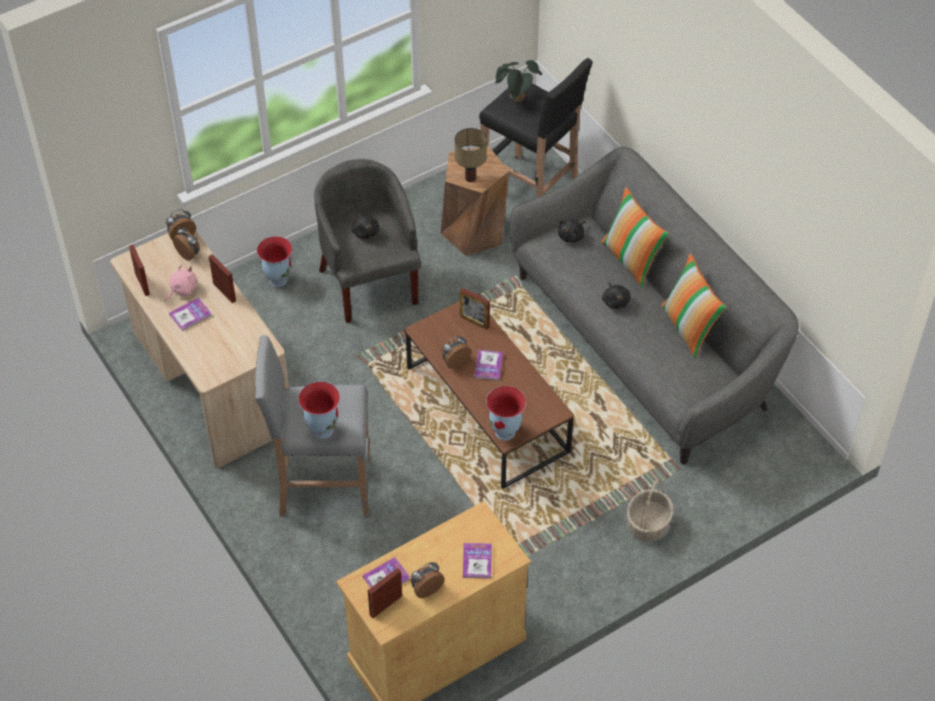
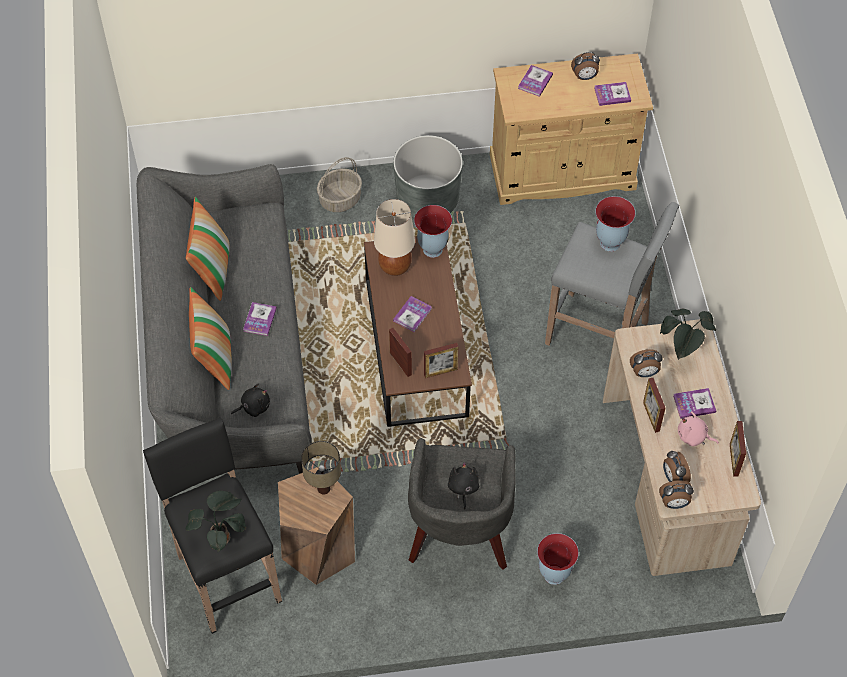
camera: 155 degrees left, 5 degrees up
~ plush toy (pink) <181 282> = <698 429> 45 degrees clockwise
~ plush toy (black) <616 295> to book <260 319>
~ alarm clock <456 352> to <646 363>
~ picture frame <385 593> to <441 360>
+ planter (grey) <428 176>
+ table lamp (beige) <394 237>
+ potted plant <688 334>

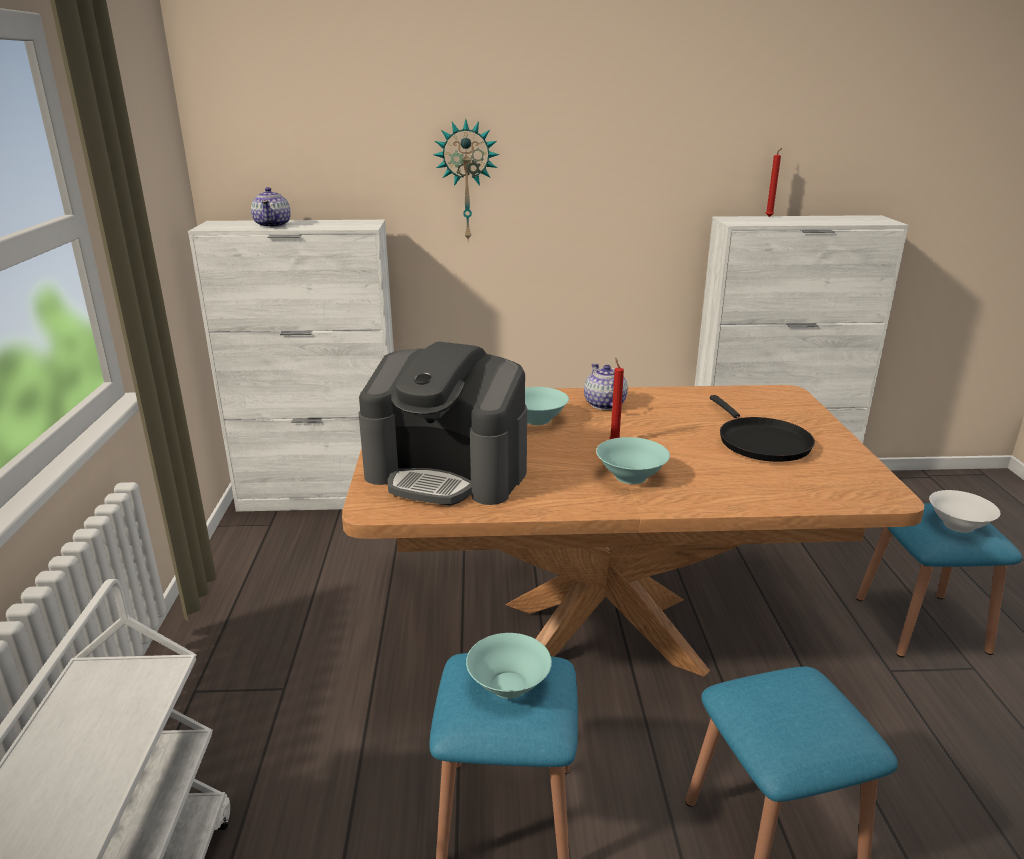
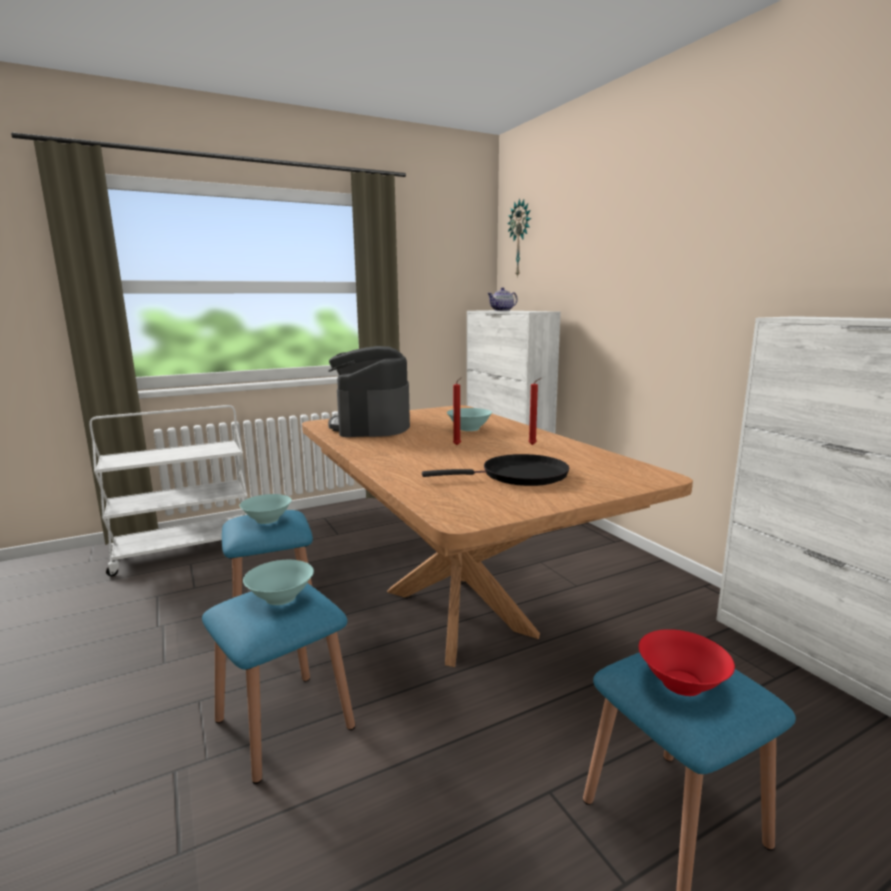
camera: 65 degrees right, 10 degrees down
~ wall clock <466 180> to <519 238>
~ candle (red) <774 182> to <534 411>
- teapot <606 386>
~ frying pan (black) <762 428> = <495 470> 150 degrees counterclockwise
~ bowl (turquoise) <633 460> to <278 582>
~ bowl (white) <964 511> to bowl (red) <687 662>

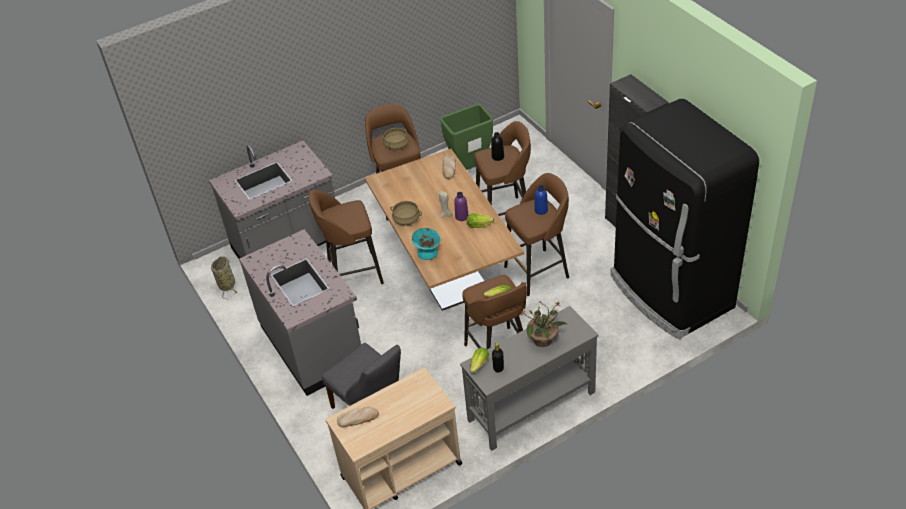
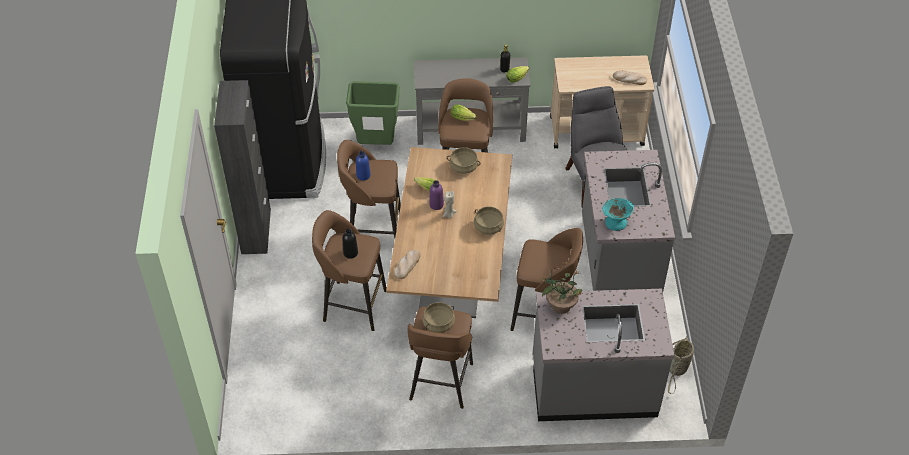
camera: 155 degrees left, 5 degrees up
~ trash can (green) <466 137> to <373 113>
~ bowl (turquoise) <426 244> to <618 214>
~ potted plant <544 323> to <562 288>
+ cooking pot (beige) <463 160>

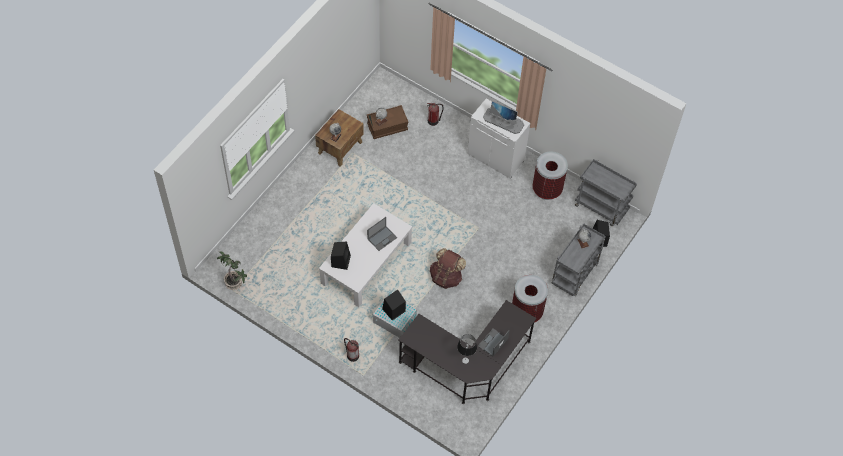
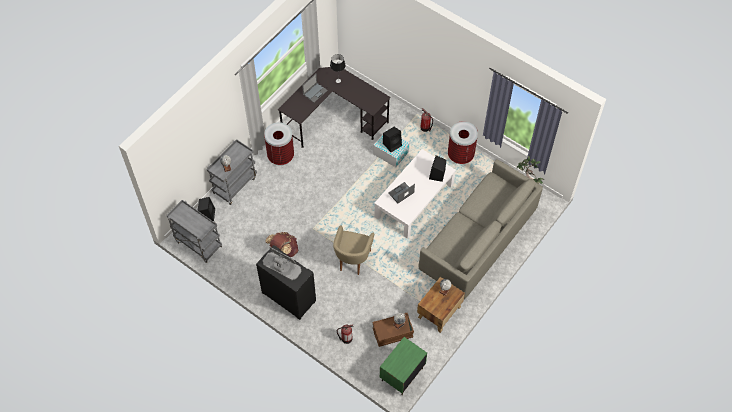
camera: 175 degrees left, 0 degrees up
~ cabinet (white) <498 139> to cabinet (black) <286 282>
~ trash can <550 176> to <463 142>
~ backpack (brown) <448 268> to <281 244>
+ sofa (grey) <481 229>
+ armchair (beige) <353 250>
+ nightstand (green) <403 366>

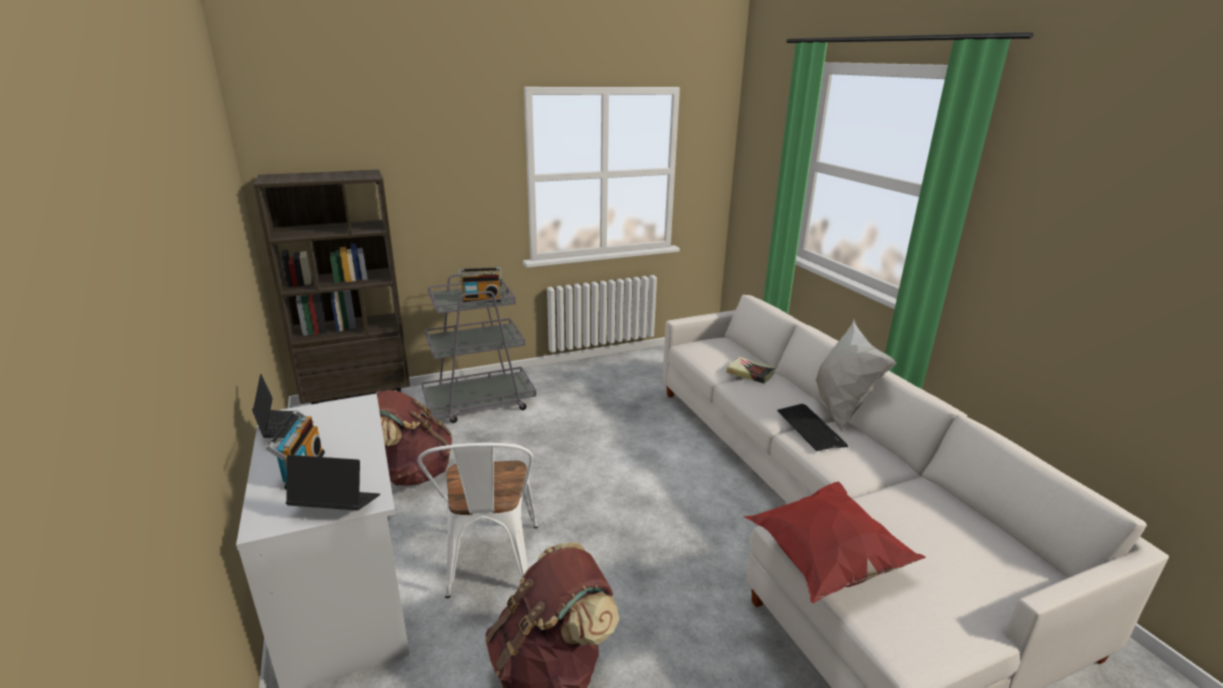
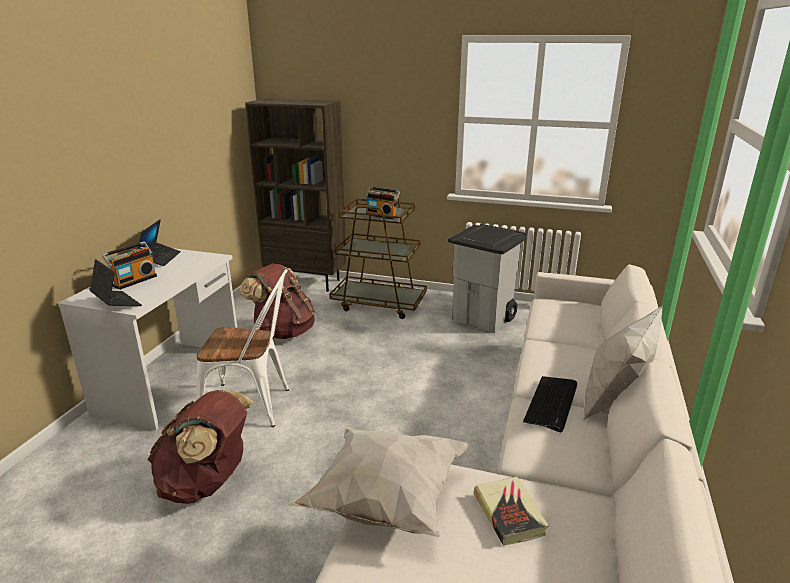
camera: 40 degrees right, 0 degrees up
~ cart (grey) <479 347> to cart (brown) <378 256>
~ book <750 370> to <511 511>
~ chair (white) <478 520> = <242 348> 120 degrees counterclockwise
~ pillow (red) <834 542> to pillow (white) <378 481>
+ trash can (grey) <487 278>

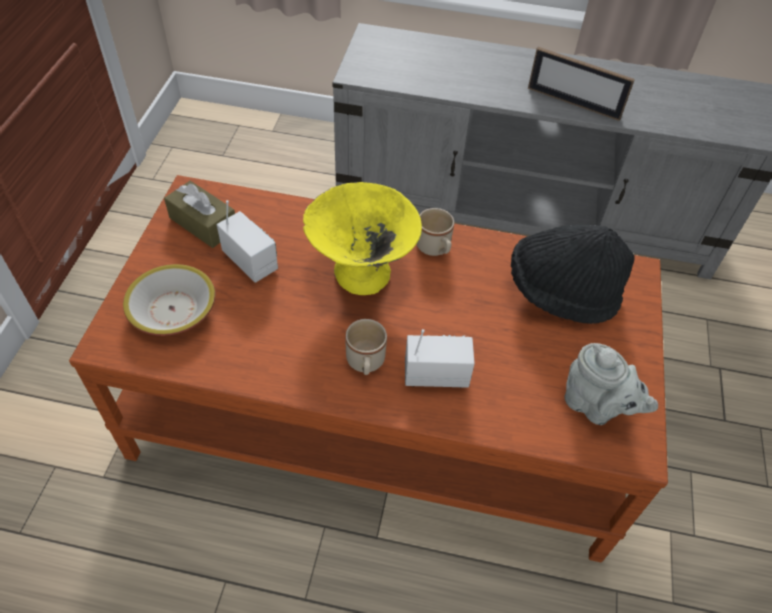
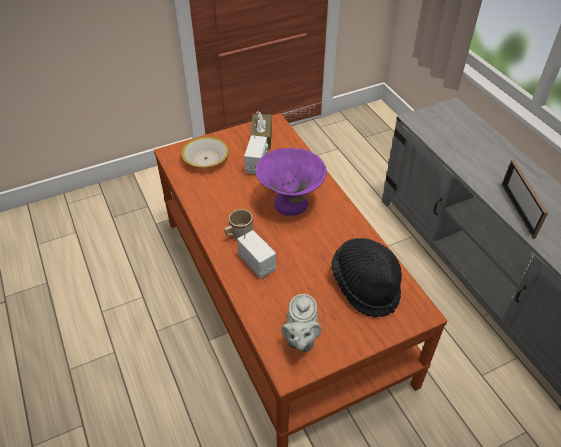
camera: 55 degrees right, 5 degrees down
~ bowl (yellow) <362 238> to bowl (purple) <291 182>
- mug (beige) <435 232>

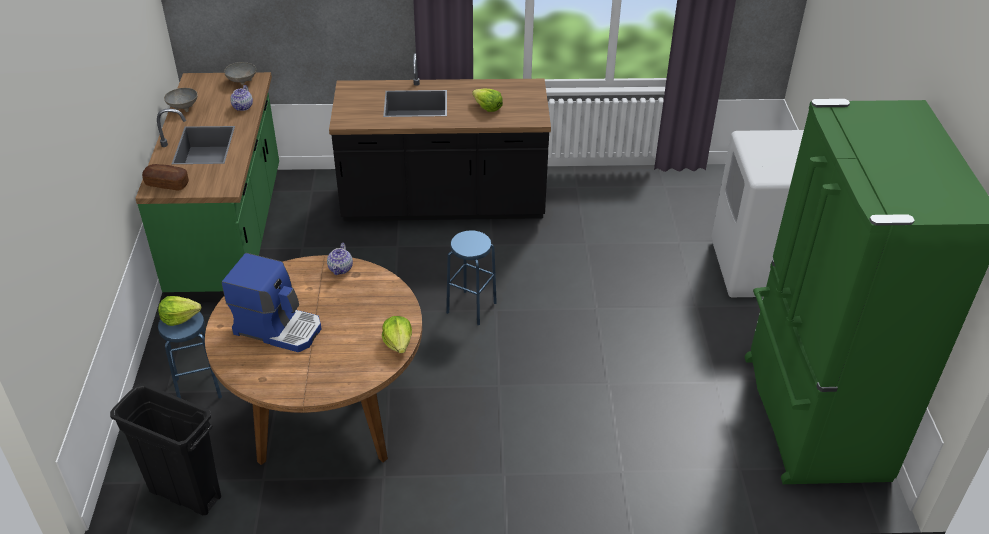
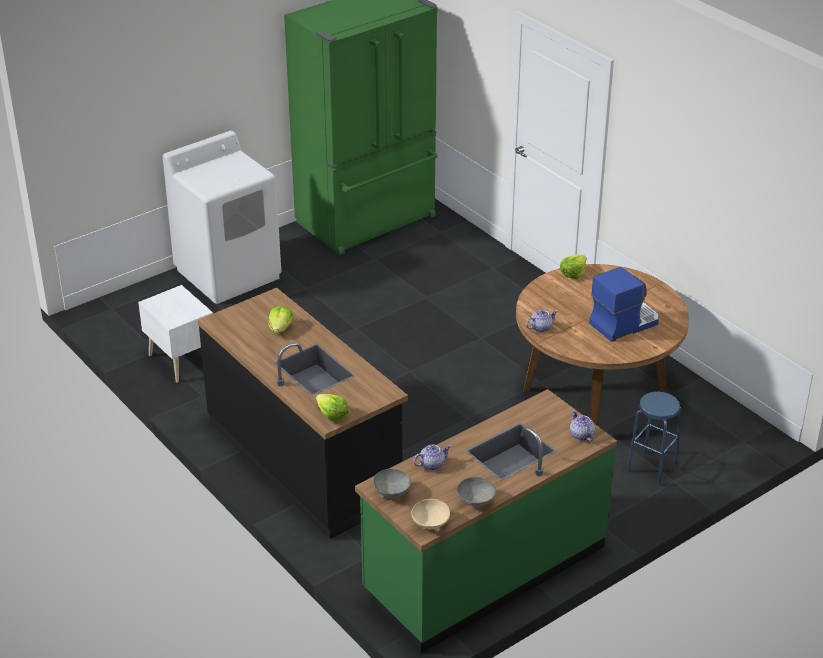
camera: 125 degrees left, 5 degrees down
~ bread <165 177> to teapot <582 425>
- stool (blue) <471 277>
~ coffee machine <272 302> = <624 304> 75 degrees clockwise
~ lettuce <179 311> to <332 407>
- trash can (black) <165 449>
+ nightstand (white) <175 333>
+ bowl (beige) <430 515>

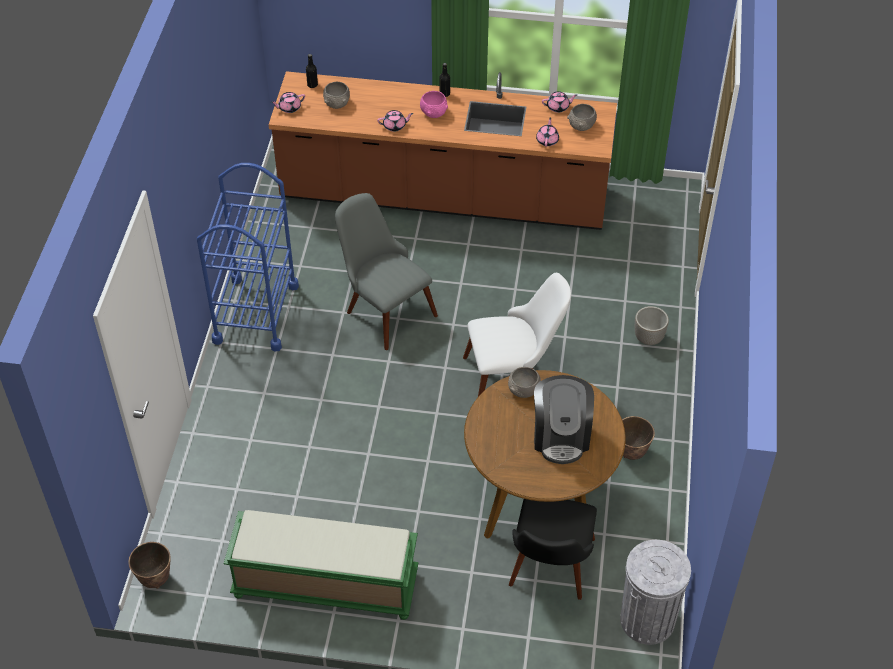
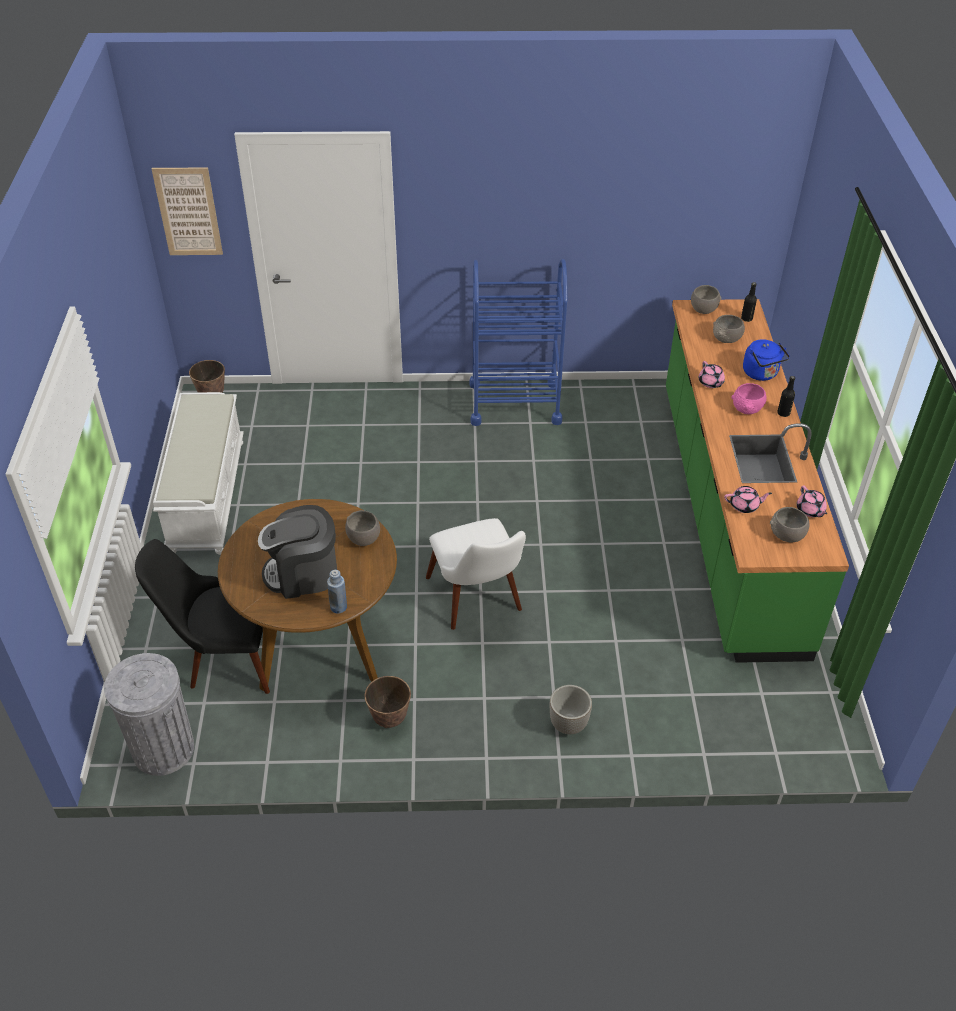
camera: 80 degrees right, 5 degrees down
~ counter (brown) <443 150> to counter (green) <757 481>
~ teapot (pink) <288 102> to bowl (grey) <706 299>
- chair (grey) <386 271>
~ bench (green) <321 565> to bench (white) <198 473>
+ picture <187 211>
+ kettle (blue) <766 360>
+ bottle (blue) <337 592>

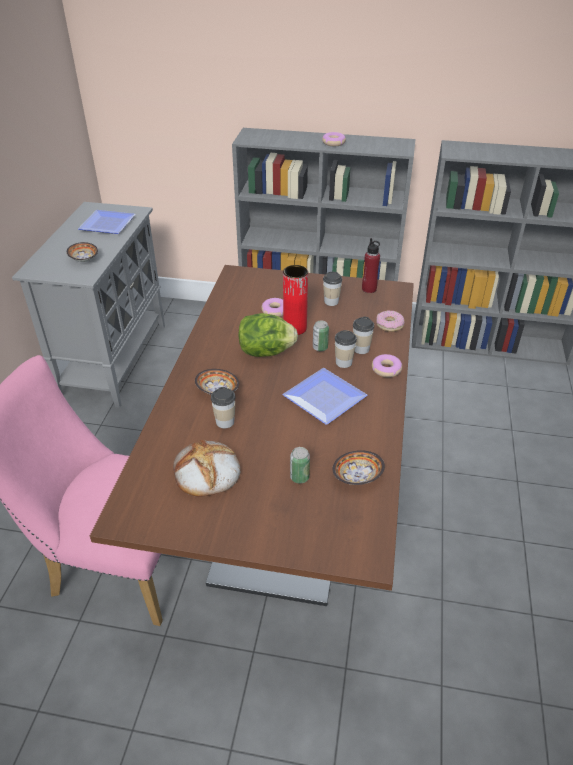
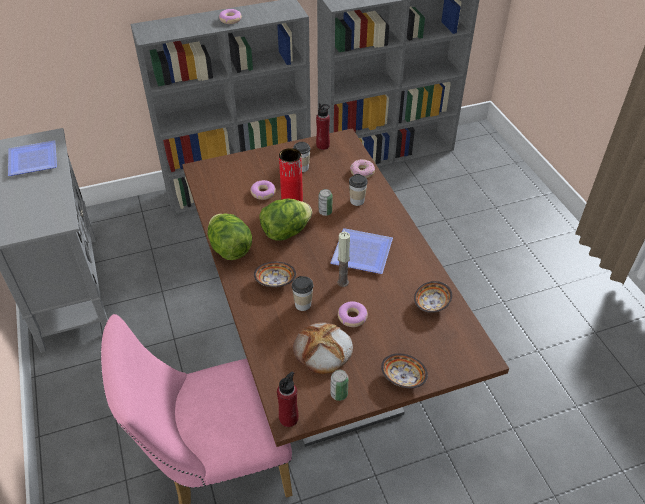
camera: 30 degrees left, 5 degrees up
~ bowl <82 252> to <404 370>
- cup <346 349>
~ donut <387 365> to <353 314>
~ can <300 465> to <339 385>
+ lettuce <230 236>
+ candle <343 259>
+ bottle (red) <287 399>

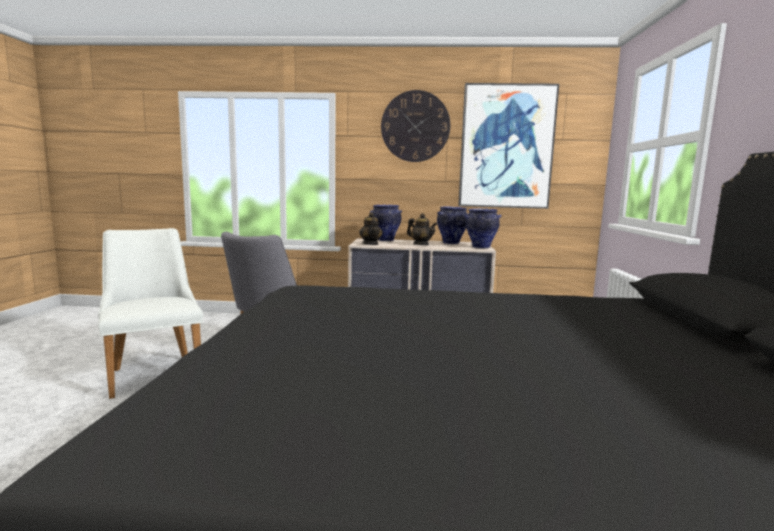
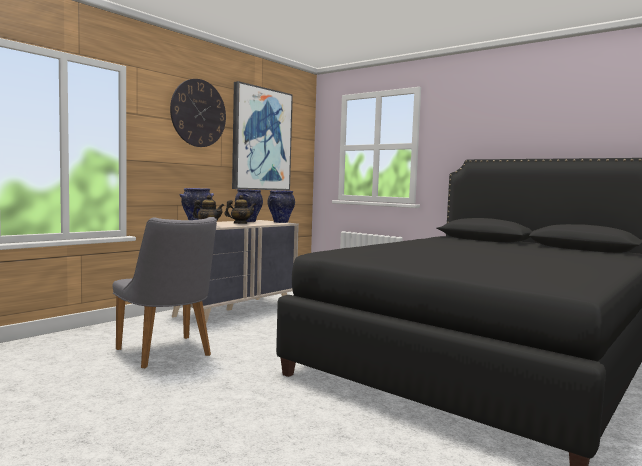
camera: 55 degrees left, 5 degrees down
- chair (white) <150 313>

